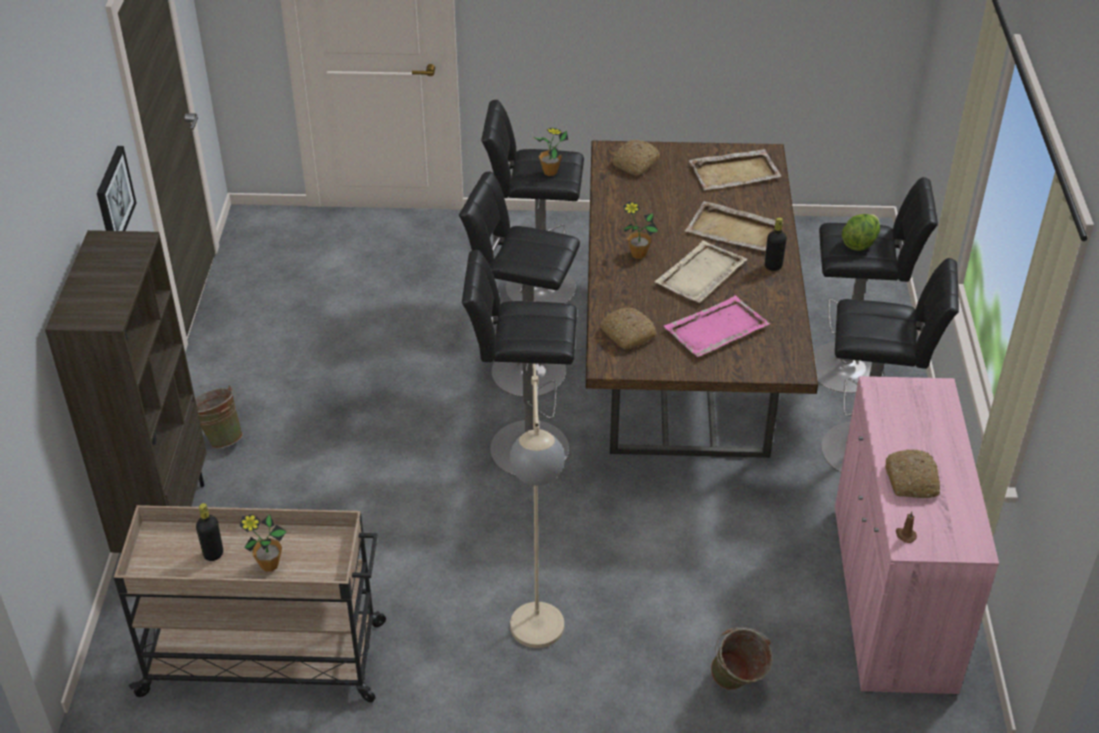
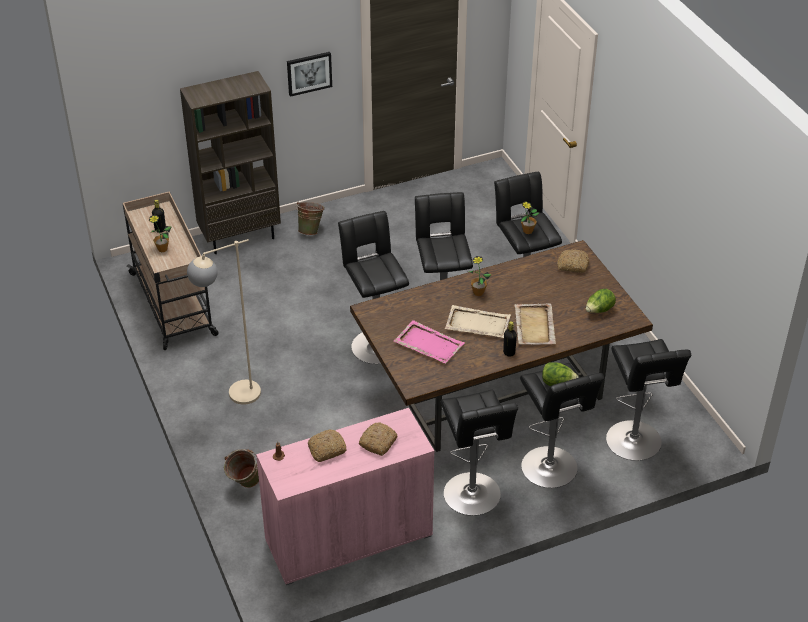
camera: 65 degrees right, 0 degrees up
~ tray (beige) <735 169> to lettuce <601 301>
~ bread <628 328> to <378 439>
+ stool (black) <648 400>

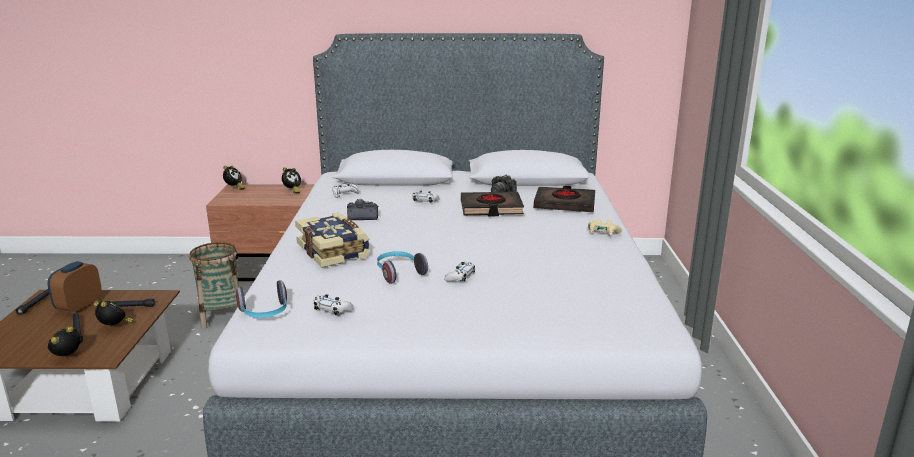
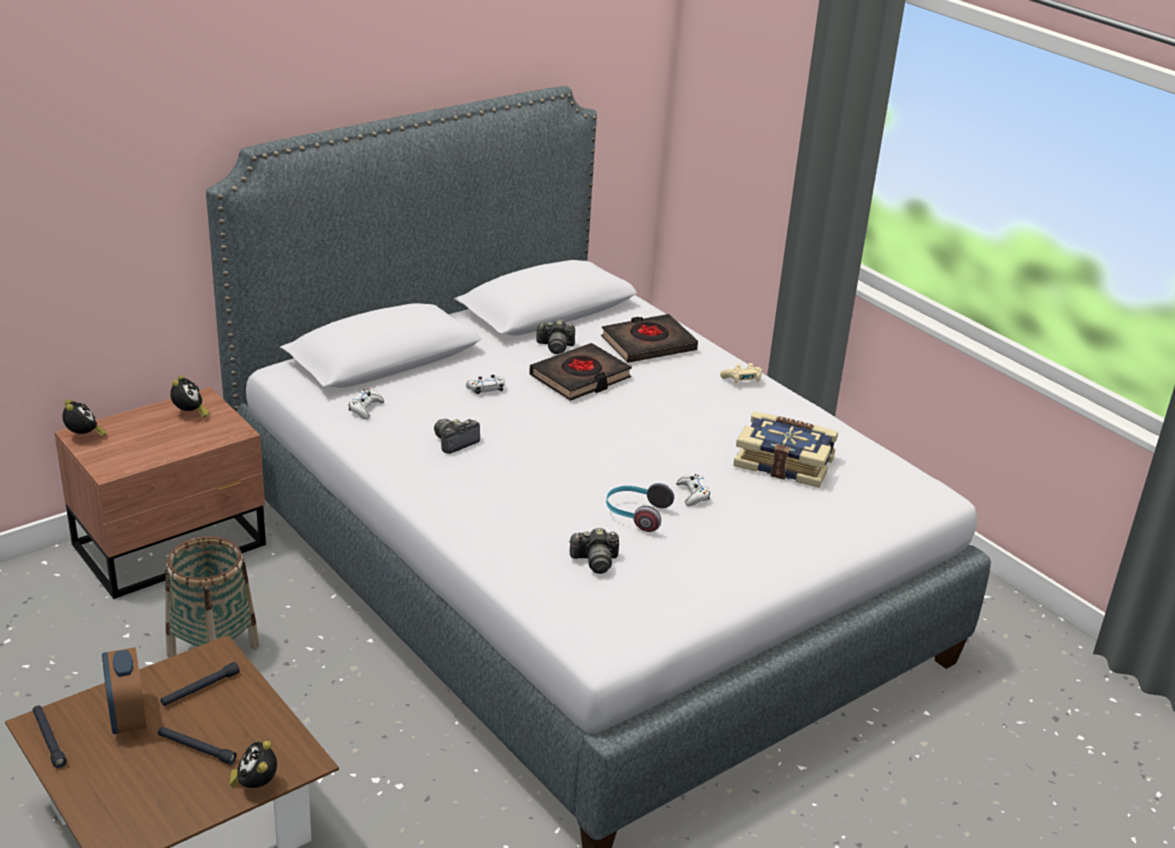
camera: 40 degrees left, 10 degrees up
~ book <332 240> to <785 449>
- headphones <261 299>
- game controller (white) <333 304>
- alarm clock <113 313>
+ photo camera <594 551>

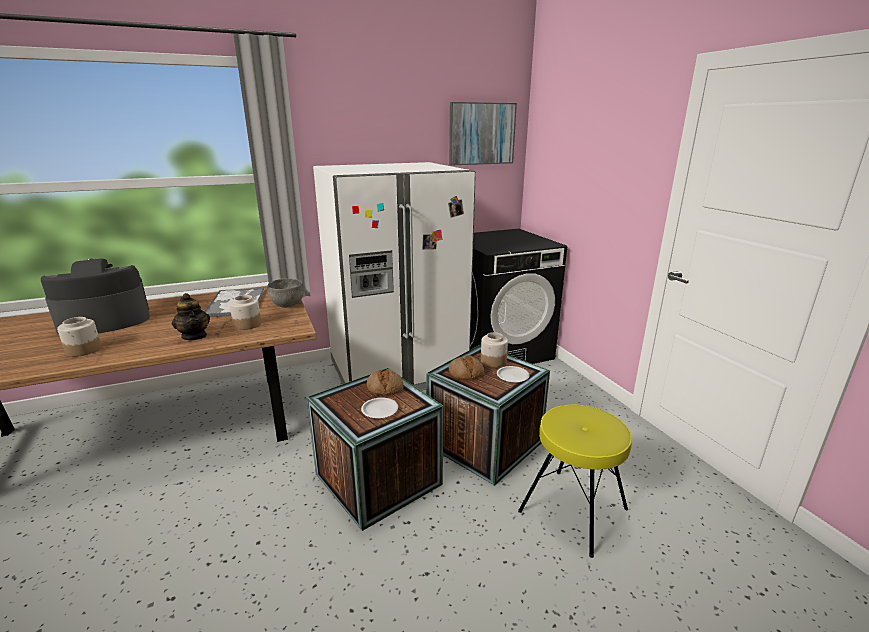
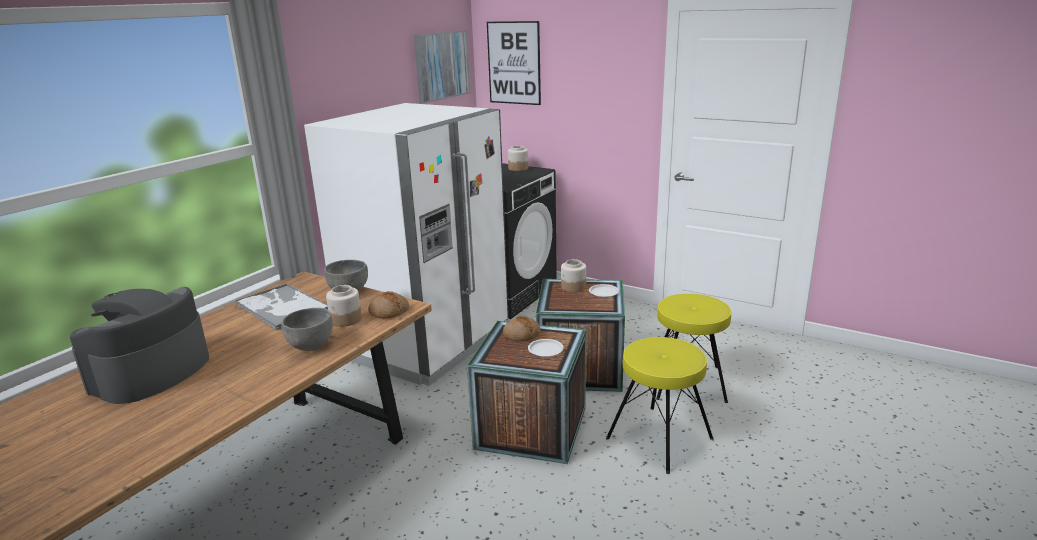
camera: 35 degrees left, 0 degrees up
~ teapot <191 316> to bowl (grey) <307 329>
~ jar <79 337> to <518 158>
~ bread <466 367> to <388 305>
+ picture <514 63>
+ stool (yellow) <660 405>

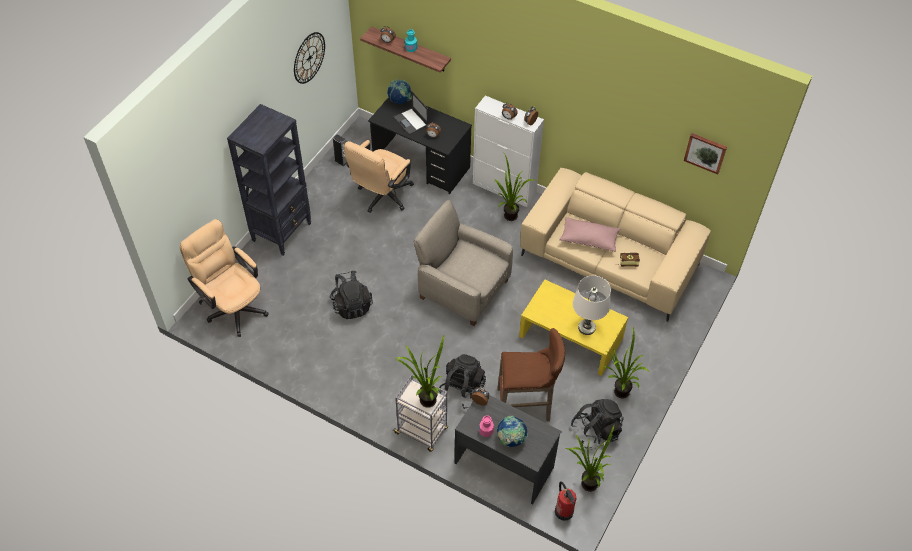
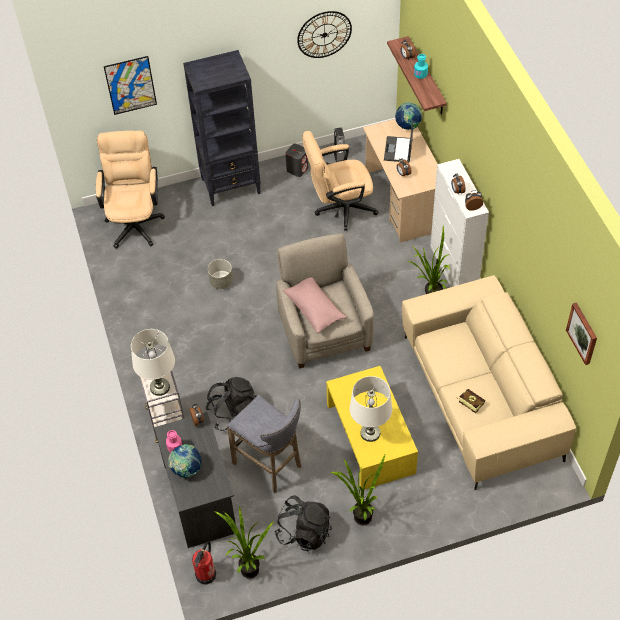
camera: 45 degrees right, 0 degrees up
~ desk (black) <420 145> to desk (beige) <400 181>
~ pillow (pink) <590 234> to <314 305>
~ backpack (black) <351 295> to planter (grey) <220 274>
~ stool (brown) <531 375> to stool (grey) <264 444>
~ potted plant <419 371> to table lamp (white) <153 362>
+ picture <130 85>
+ speaker (grey) <297 160>

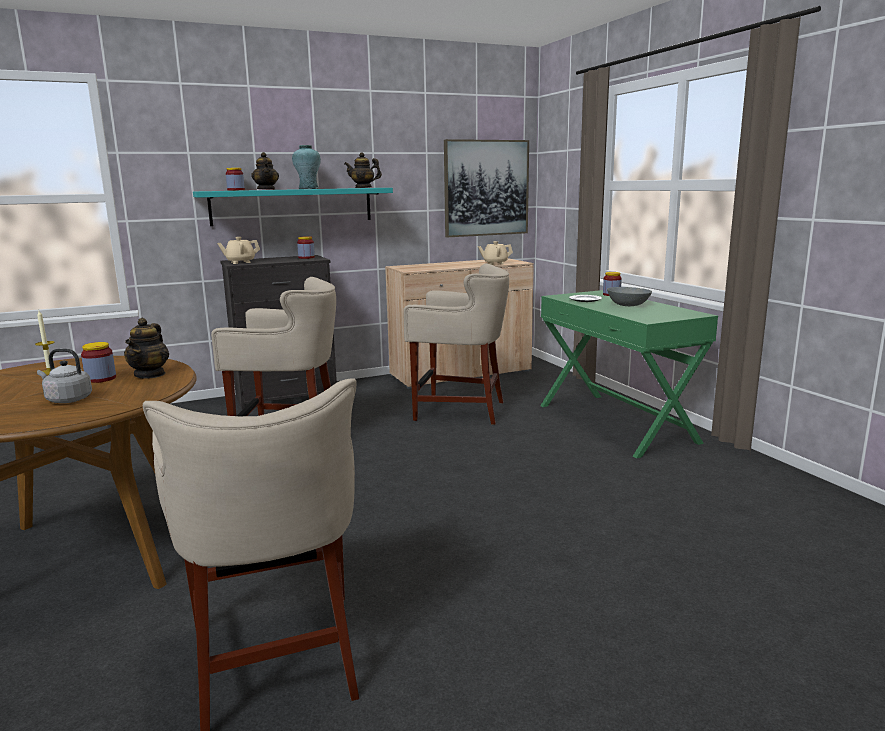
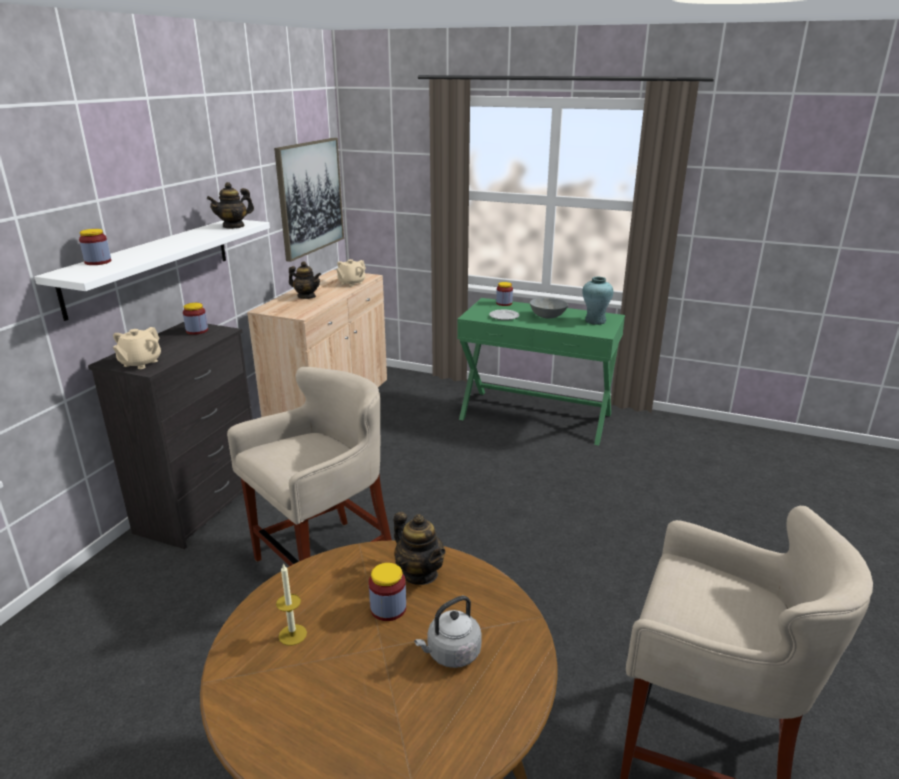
camera: 45 degrees left, 10 degrees up
~ vase (turquoise) <306 167> to <597 301>
~ teapot <265 171> to <305 280>
~ shelf (turquoise) <293 207> to shelf (white) <152 270>
- stool (beige) <456 344>

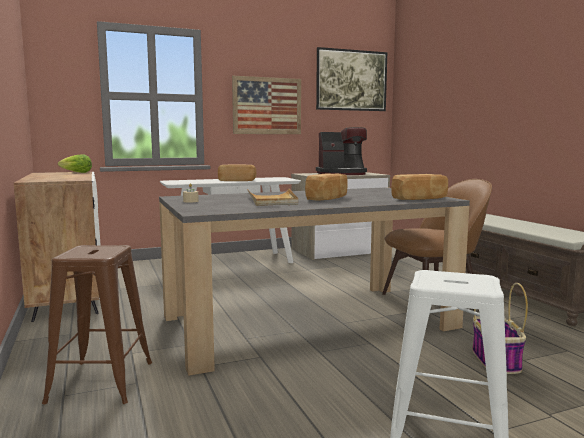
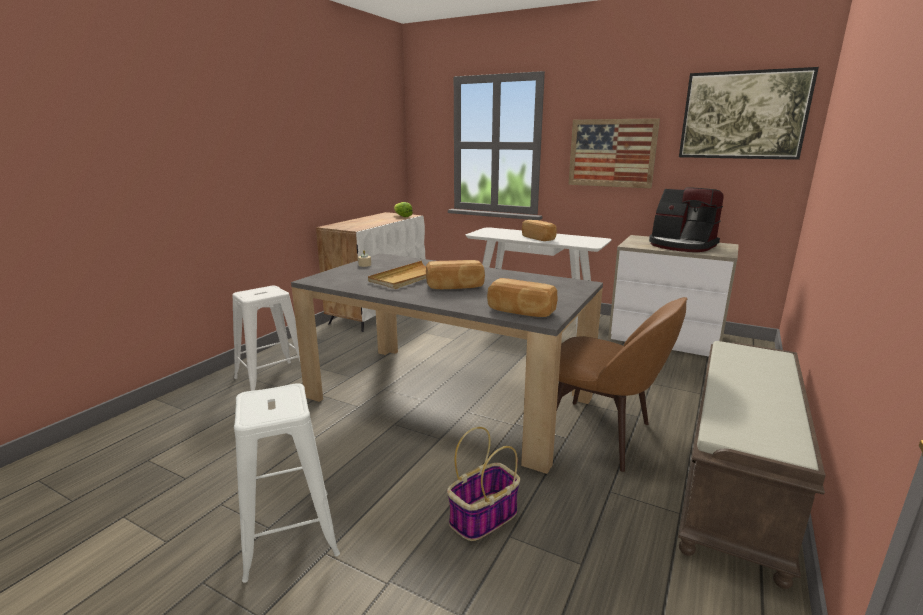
camera: 50 degrees right, 10 degrees up
~ stool (brown) <97 325> to stool (white) <266 338>

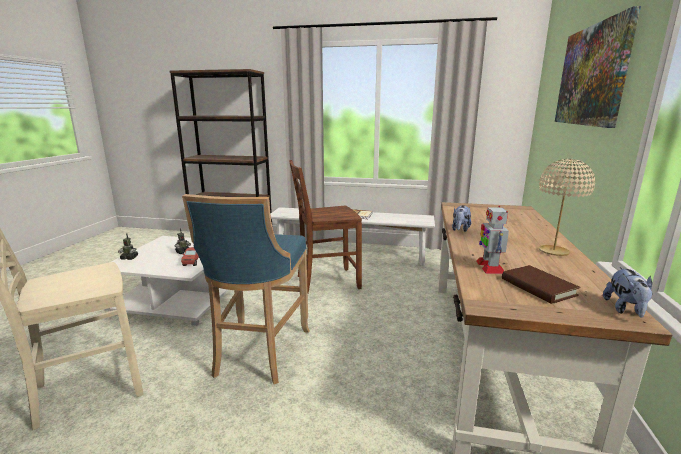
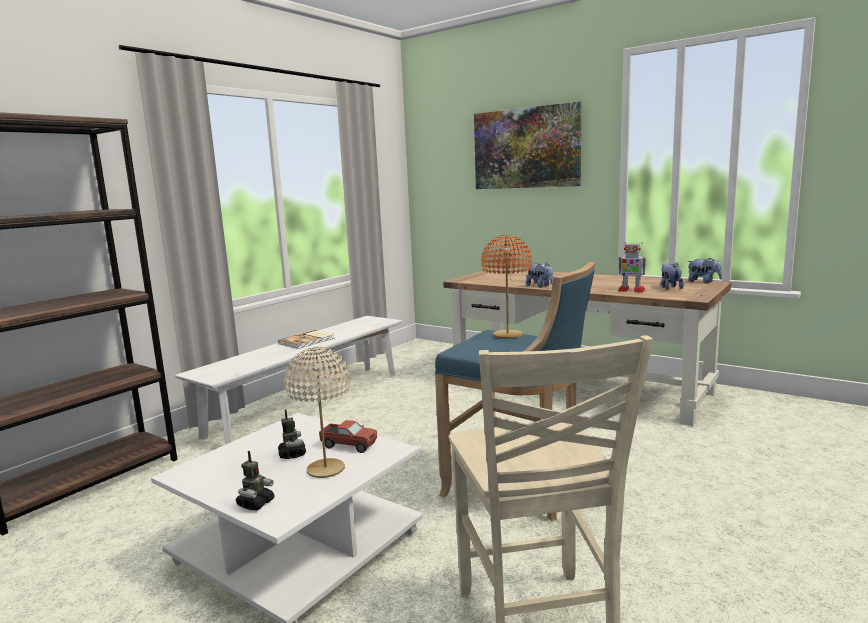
camera: 65 degrees left, 5 degrees down
~ table lamp (beige) <567 207> to <317 412>
- chair (brown) <325 226>
~ book (brown) <541 284> to plush toy <672 276>
+ table lamp (orange) <506 287>

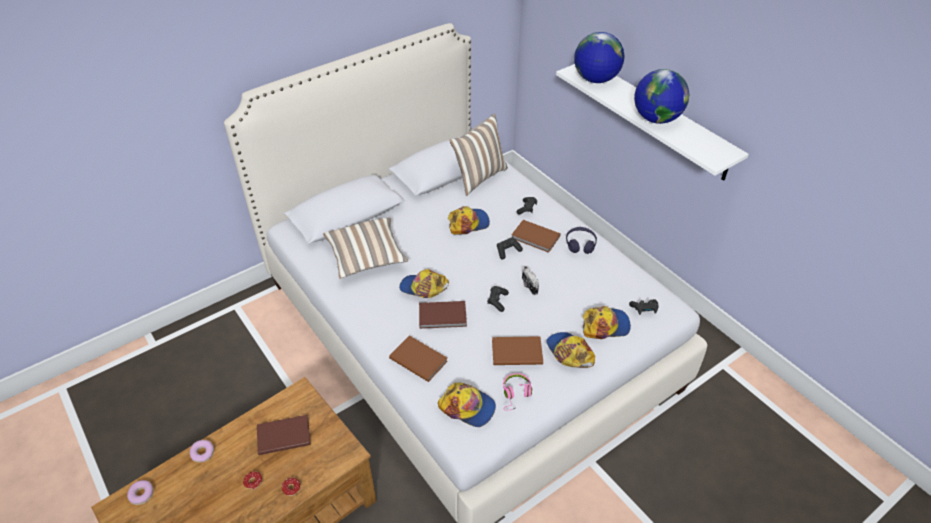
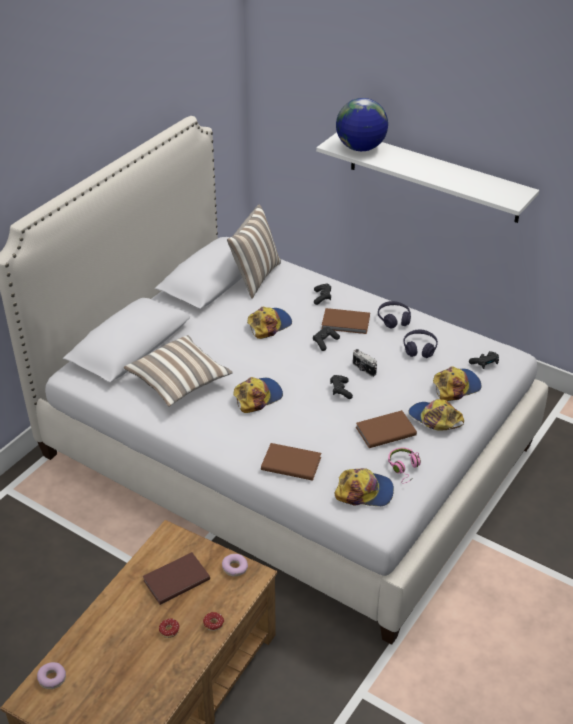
camera: 20 degrees left, 5 degrees down
- globe <661 96>
~ cap <424 283> = <258 395> 150 degrees clockwise
- book (brown) <443 315>
~ donut <202 451> to <235 565>
+ headphones (purple) <421 343>

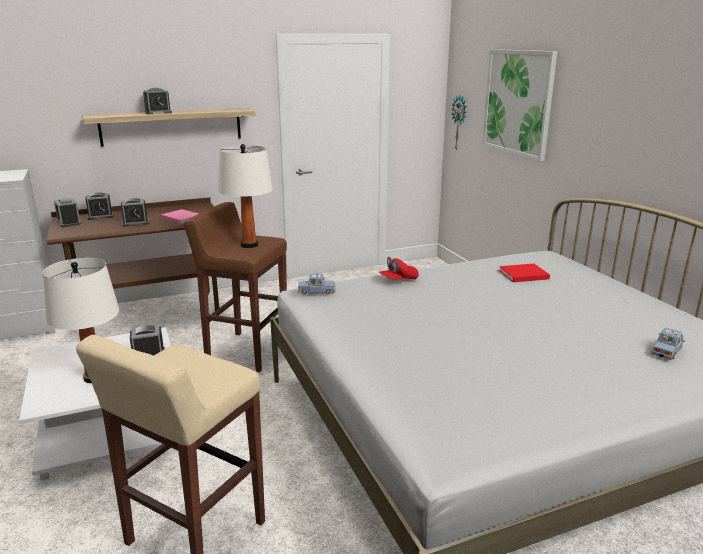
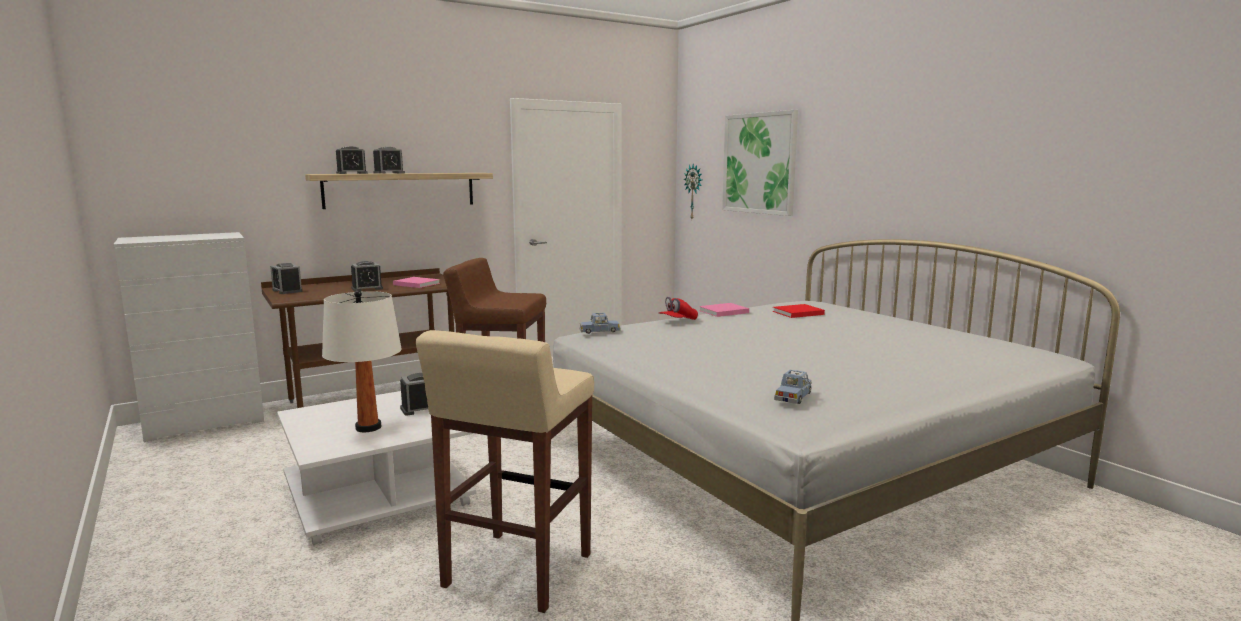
camera: 10 degrees left, 10 degrees down
- table lamp (white) <245 196>
~ alarm clock <100 206> to <352 160>
~ toy car (blue) <668 343> to <793 387>
+ book (pink) <724 310>

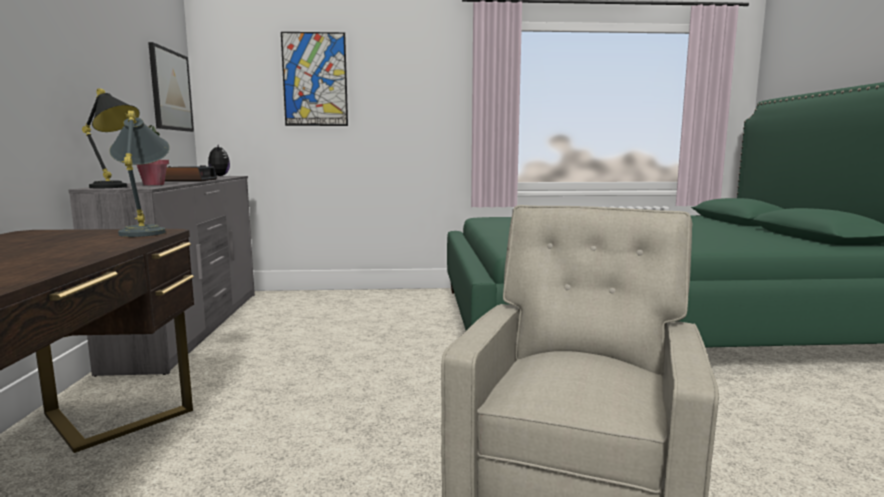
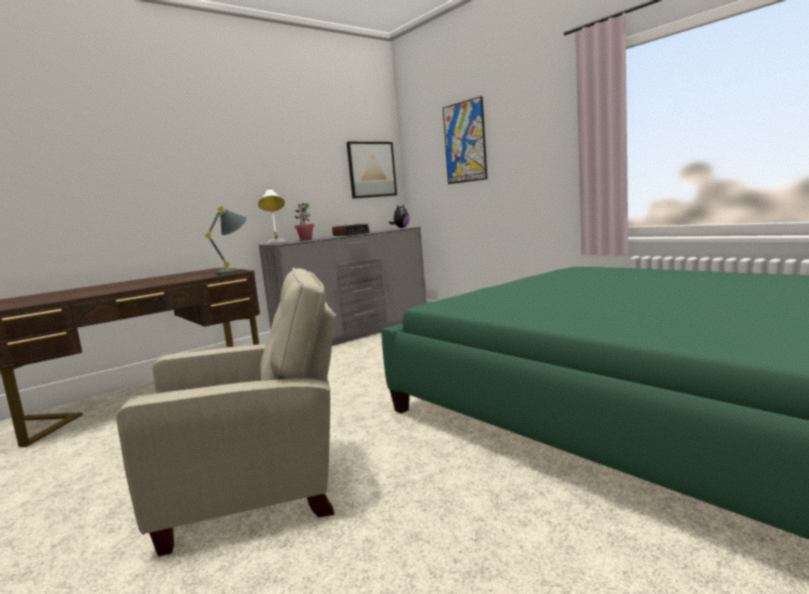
camera: 55 degrees right, 0 degrees up
~ table lamp (black) <111 138> to table lamp (white) <272 215>

